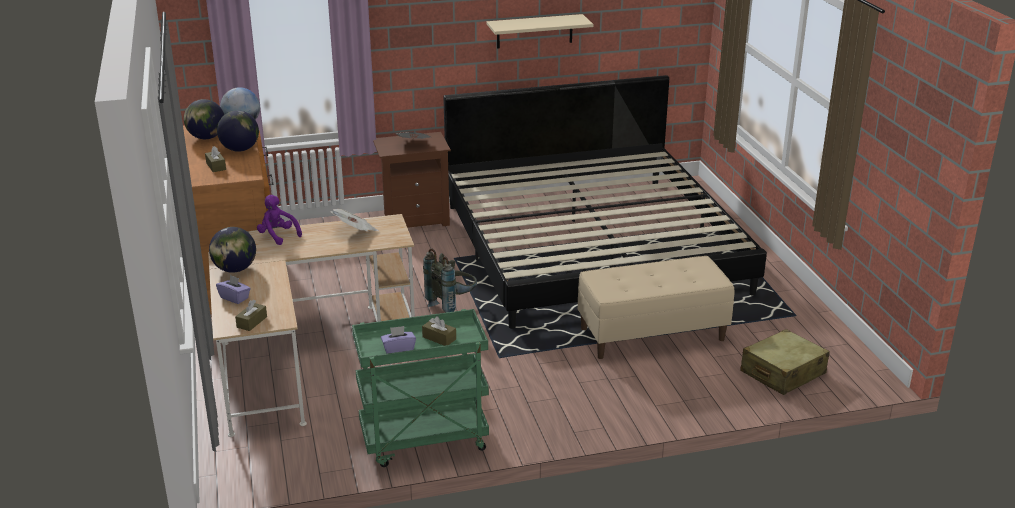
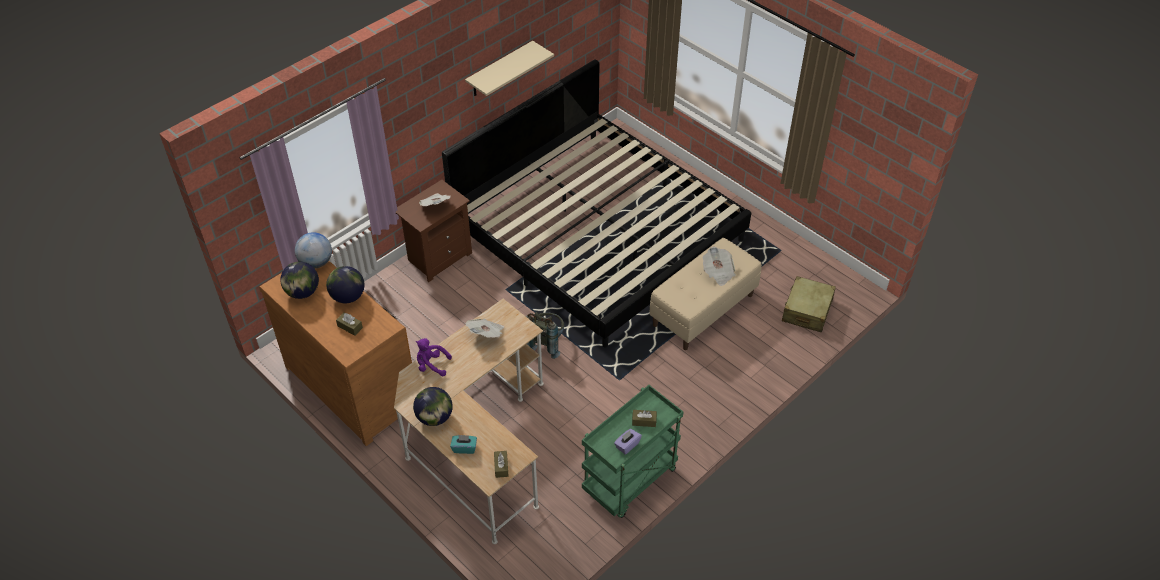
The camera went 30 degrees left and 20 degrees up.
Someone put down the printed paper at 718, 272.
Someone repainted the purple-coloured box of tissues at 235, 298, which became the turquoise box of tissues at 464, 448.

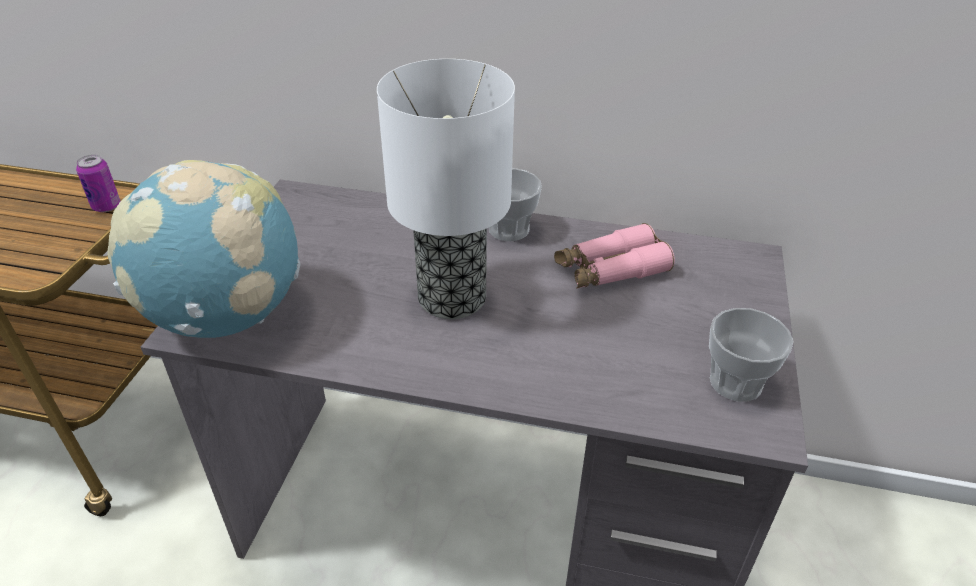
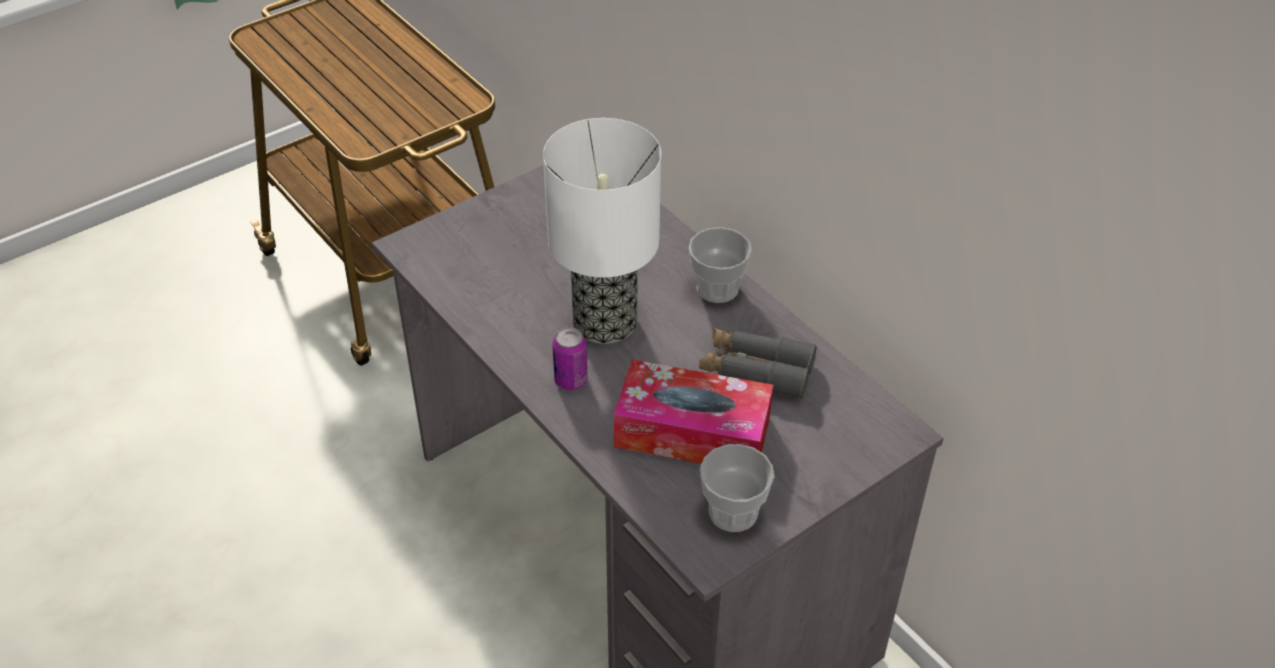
The camera went 40 degrees right and 5 degrees up.
Someone took away the world globe at 227, 316.
Someone put down the box of tissues at 692, 432.
Someone carried the sealed can from 106, 206 to 571, 381.
Someone repainted the pink-coloured binoculars at 610, 270, which became the greyish binoculars at 756, 370.

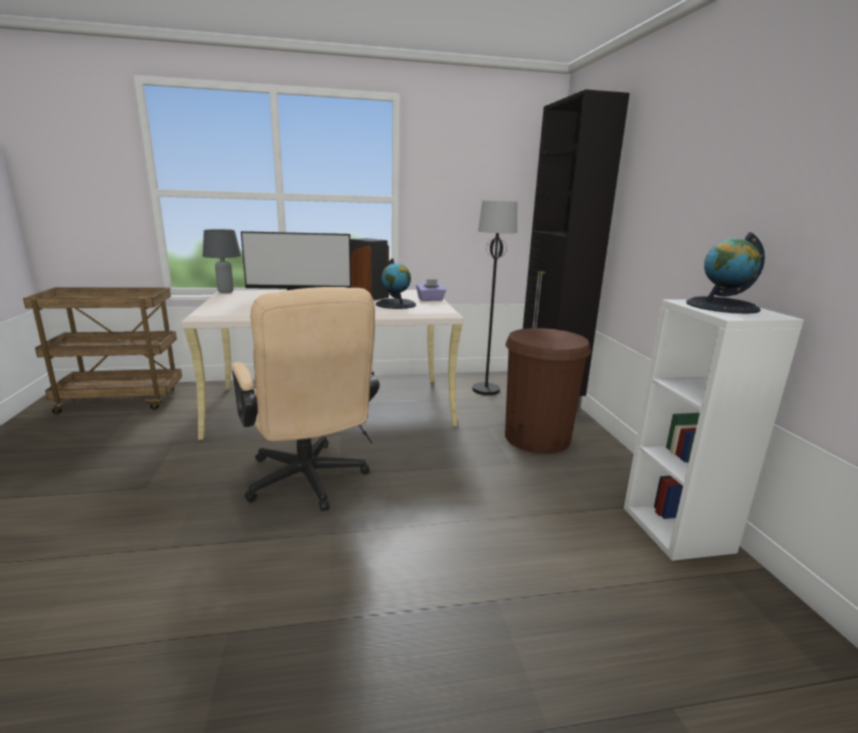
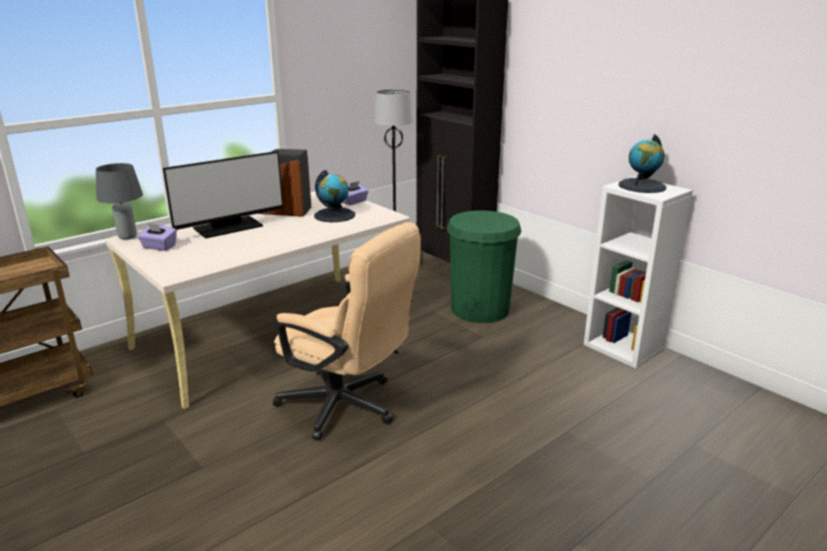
The camera went 30 degrees left and 5 degrees up.
Someone put down the purple-coloured box of tissues at 159, 247.
Someone repainted the brown-coloured waste bin at 537, 437, which became the green waste bin at 480, 309.

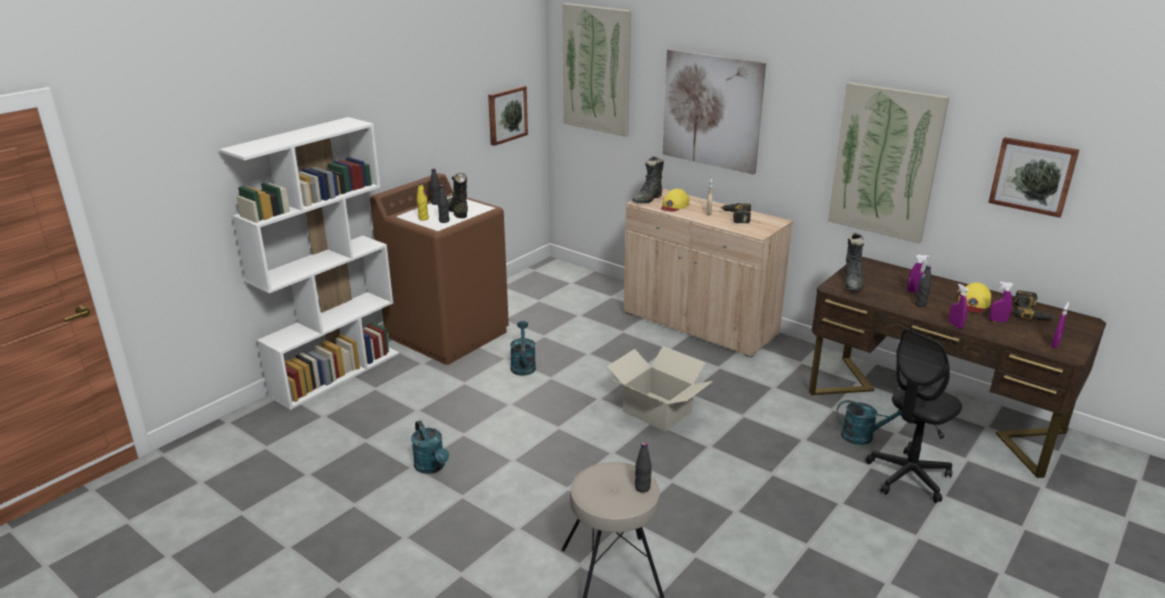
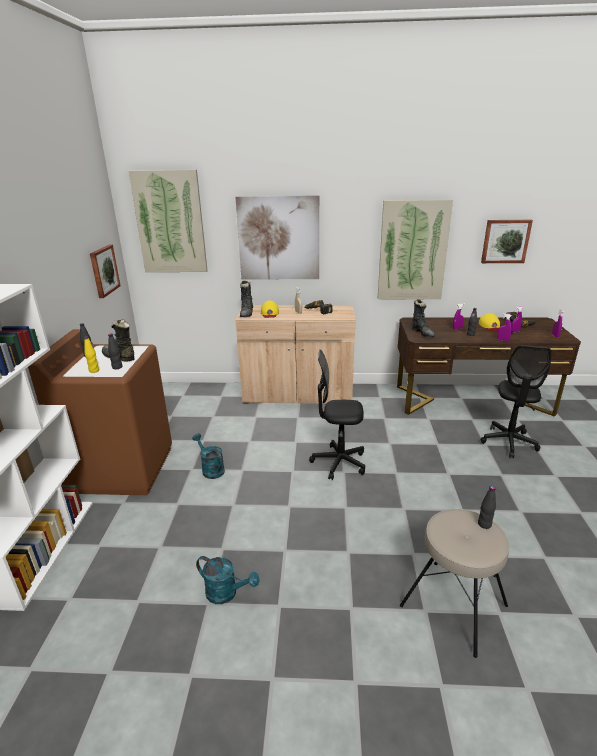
The camera went 35 degrees left and 0 degrees up.
Someone took away the turquoise watering can at 863, 436.
Someone swapped the cardboard box at 657, 411 for the black desk chair at 339, 463.

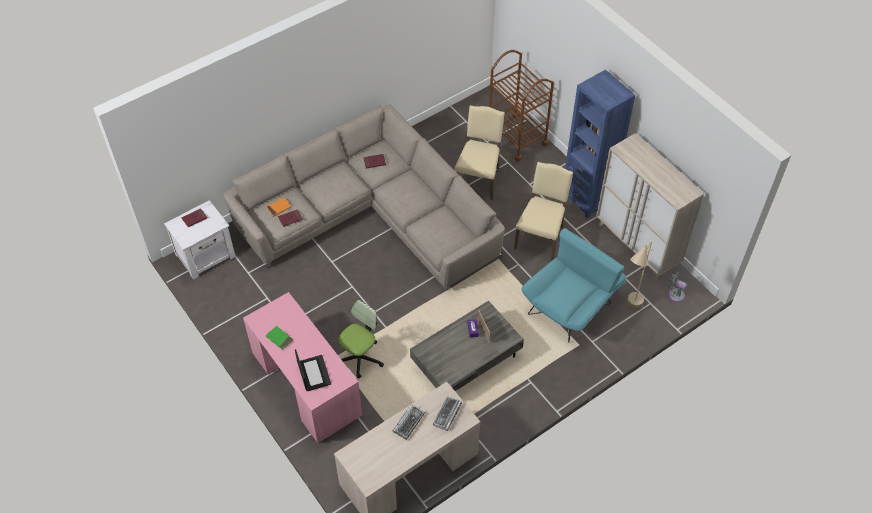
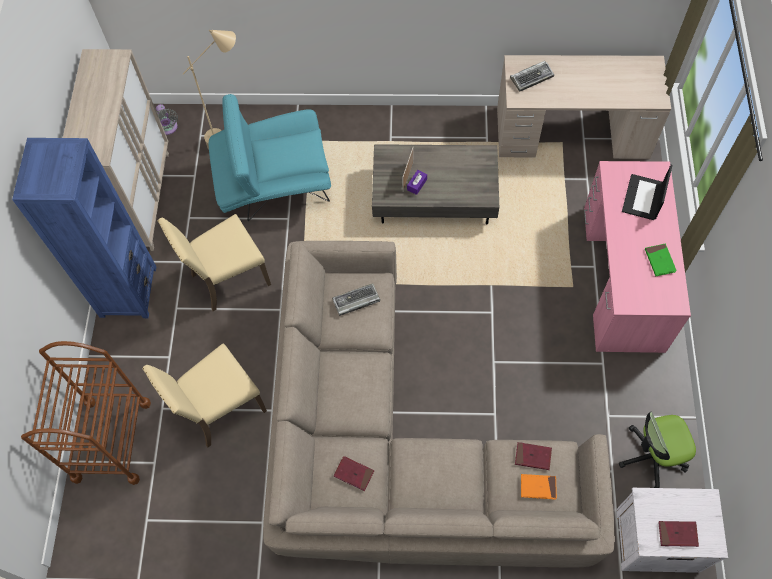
The camera went 140 degrees left and 10 degrees up.
Someone carried the desk chair from 360, 357 to 651, 457.
Someone carried the keyboard from 409, 422 to 355, 301.

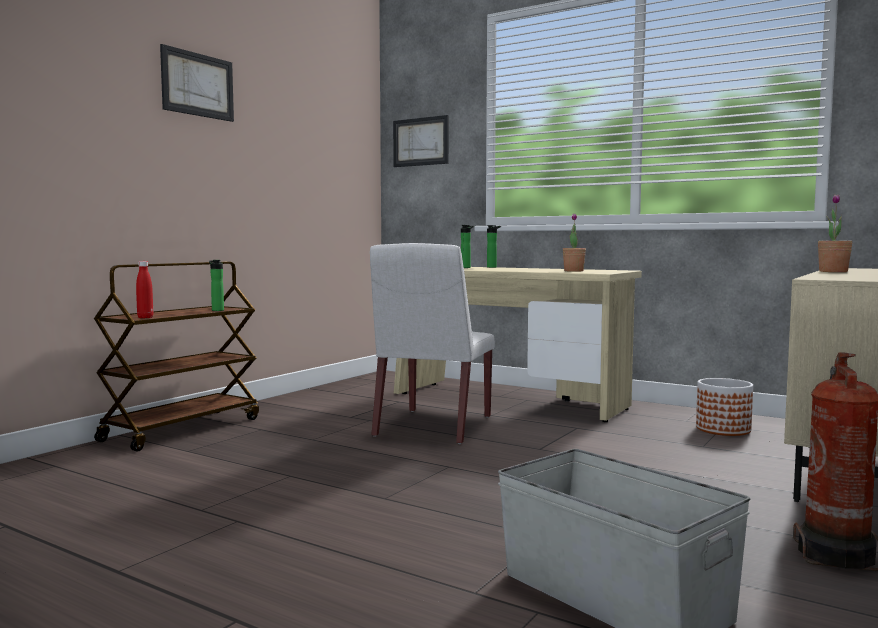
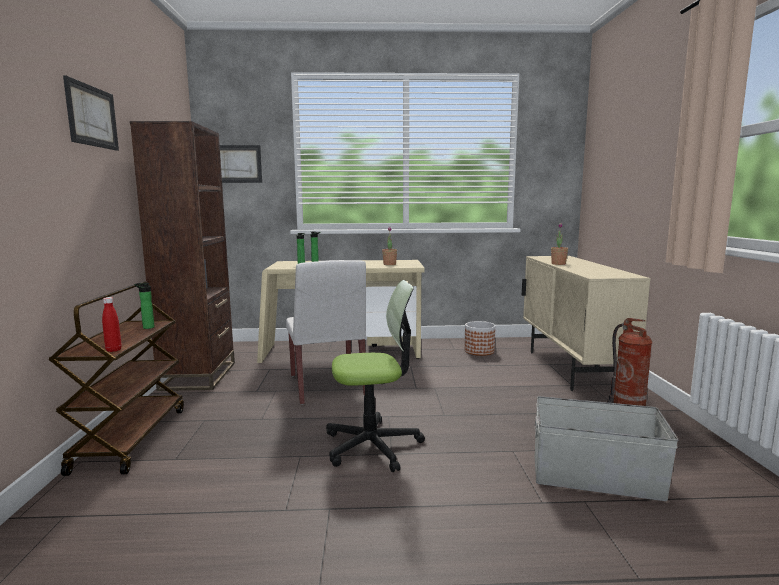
The camera went 35 degrees left and 5 degrees up.
Someone put down the brown-coloured bookshelf at 199, 376.
Someone put down the desk chair at 372, 445.

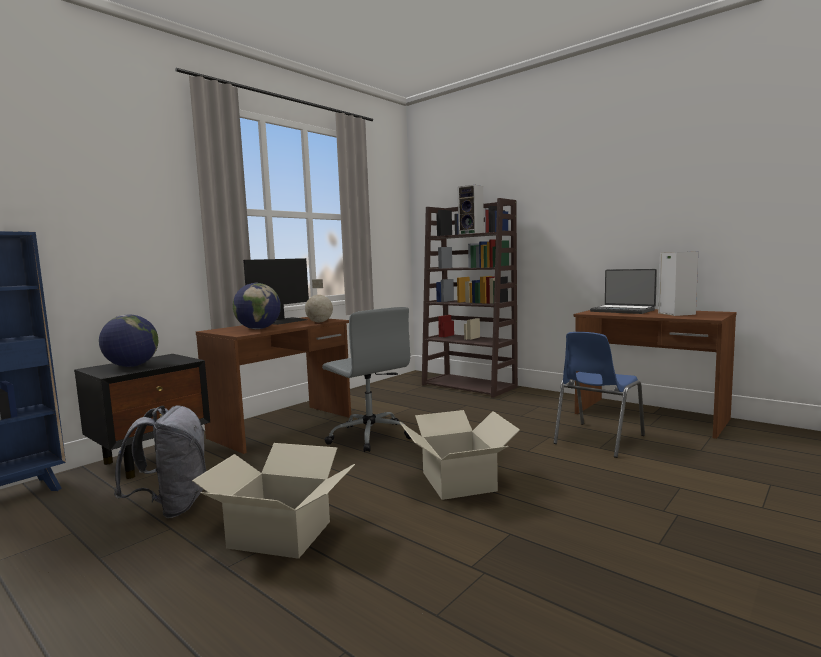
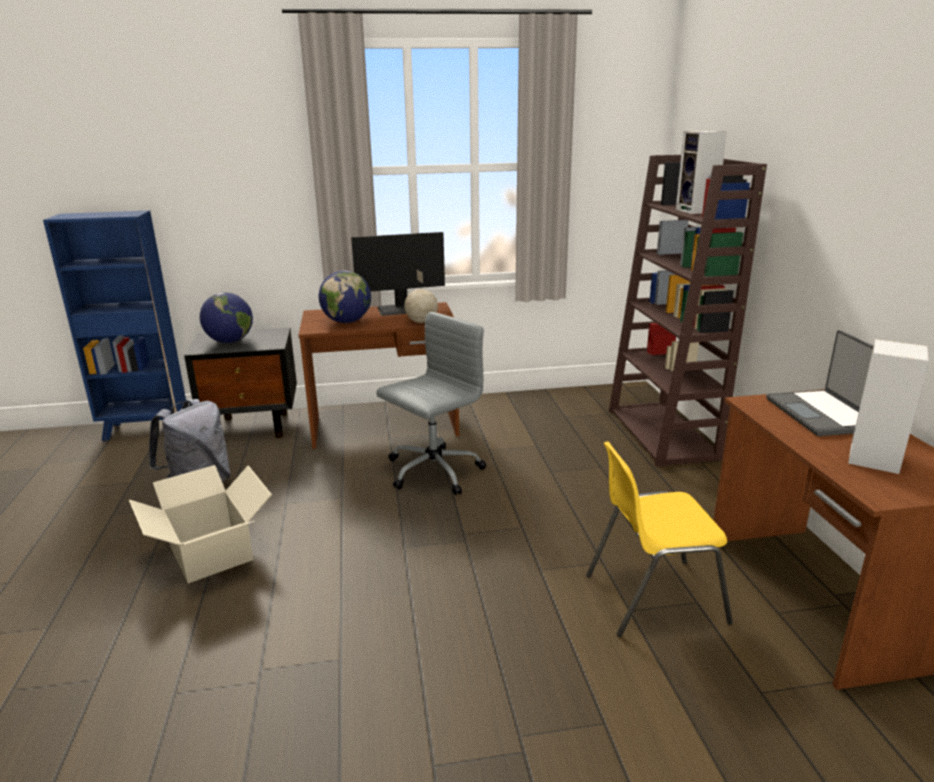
The camera went 40 degrees right and 15 degrees up.
Someone took away the cardboard box at 459, 481.
Someone repainted the blue plain chair at 597, 440, which became the yellow plain chair at 652, 597.
Someone rotated the greyish desk chair at 369, 436 by 135 degrees counterclockwise.

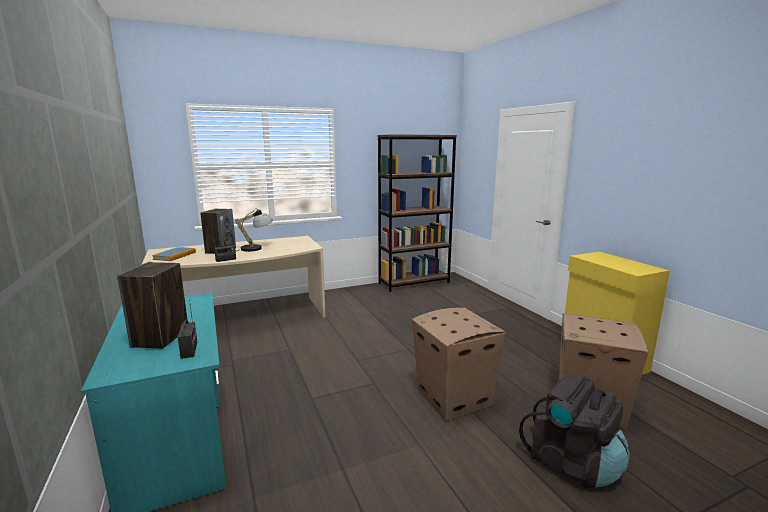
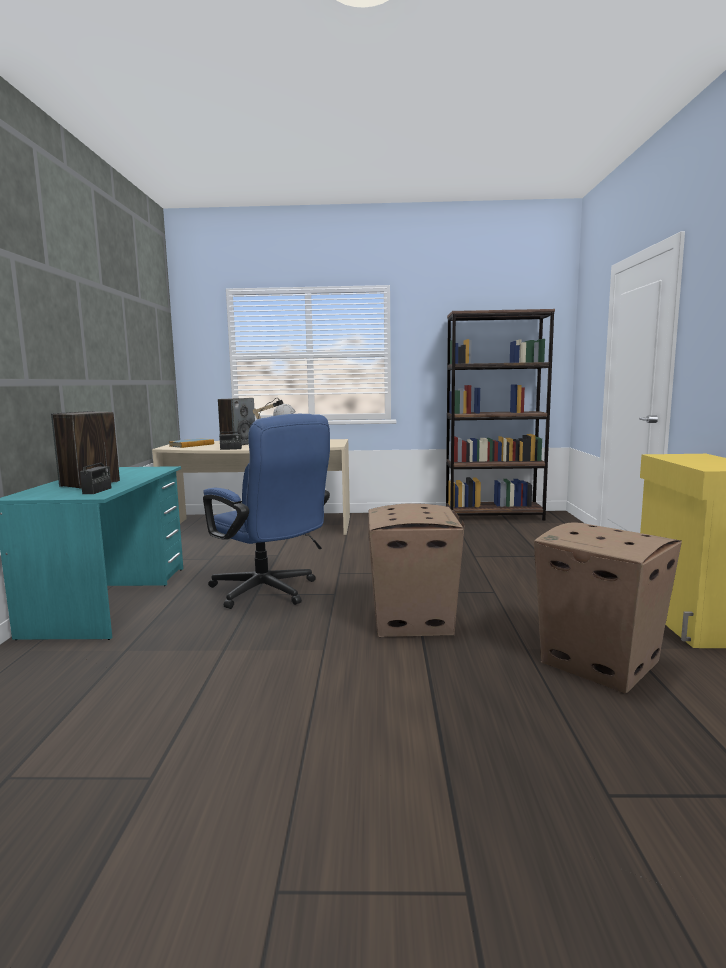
The camera went 25 degrees right and 5 degrees down.
Someone took away the black backpack at 572, 463.
Someone put down the blue desk chair at 269, 592.

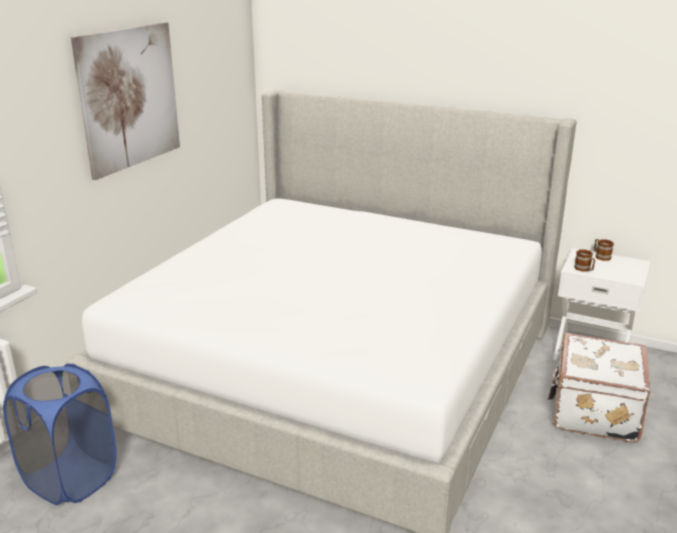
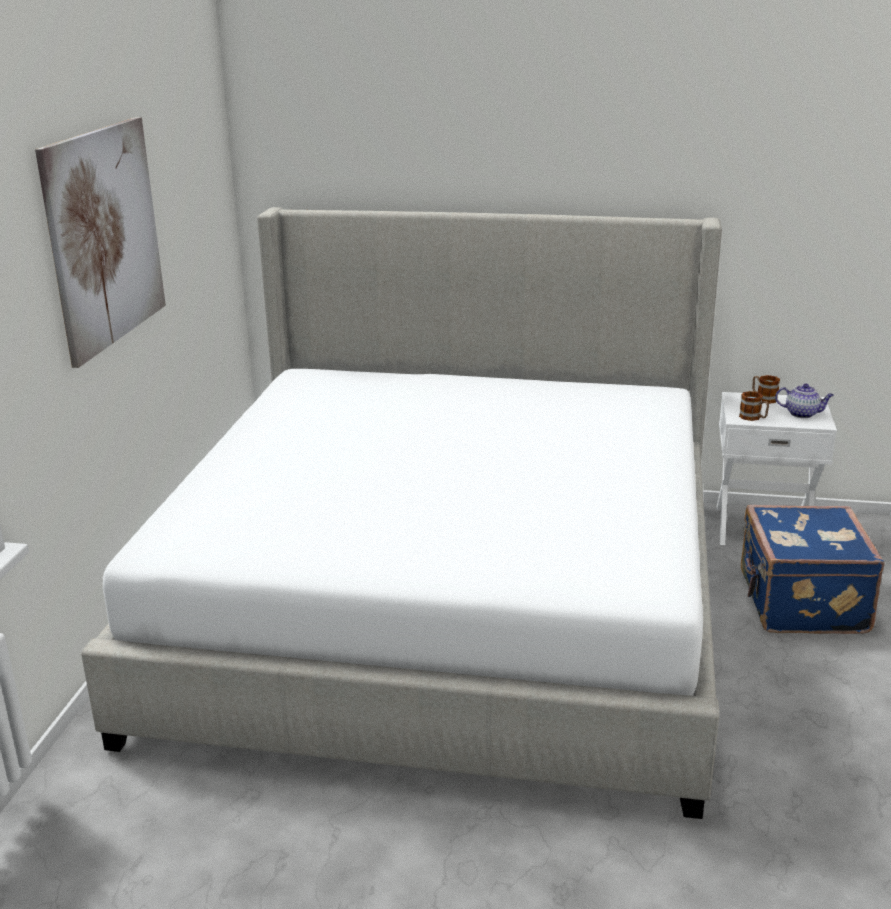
The camera went 15 degrees left and 0 degrees up.
Someone took away the blue hamper at 70, 479.
Someone put down the tea pot at 802, 414.
Someone repainted the white-coloured suitcase at 593, 411, which became the blue suitcase at 800, 603.

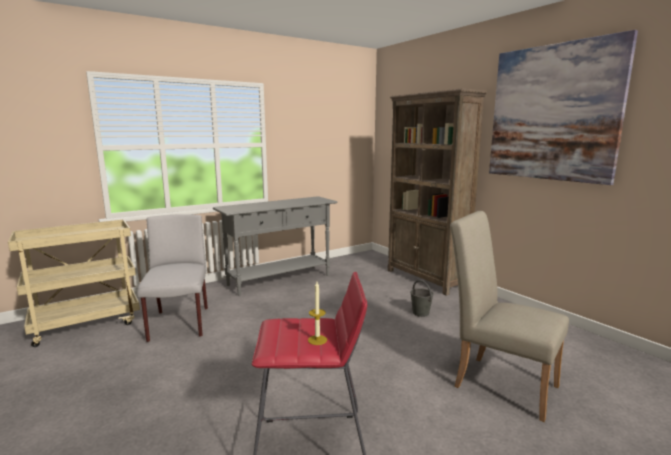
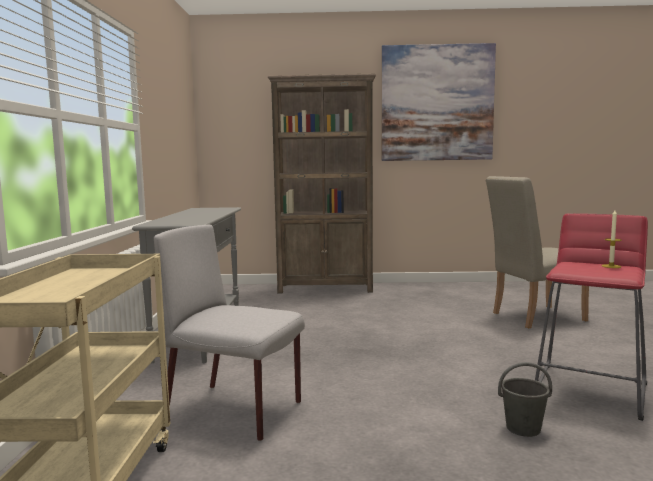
The camera went 55 degrees left and 5 degrees down.
Someone carried the greyish bucket from 421, 313 to 524, 428.

